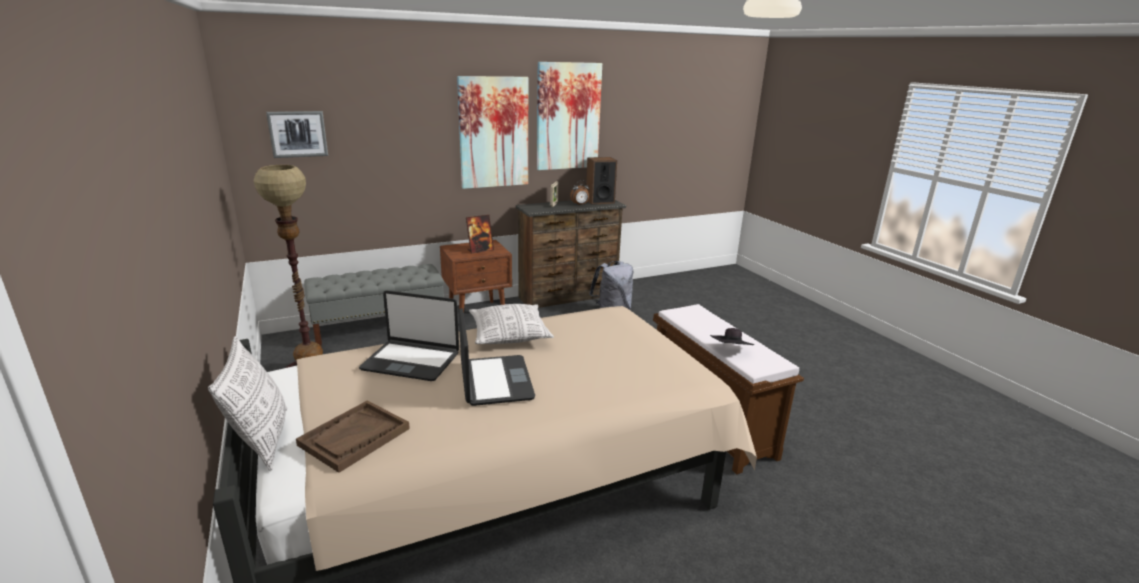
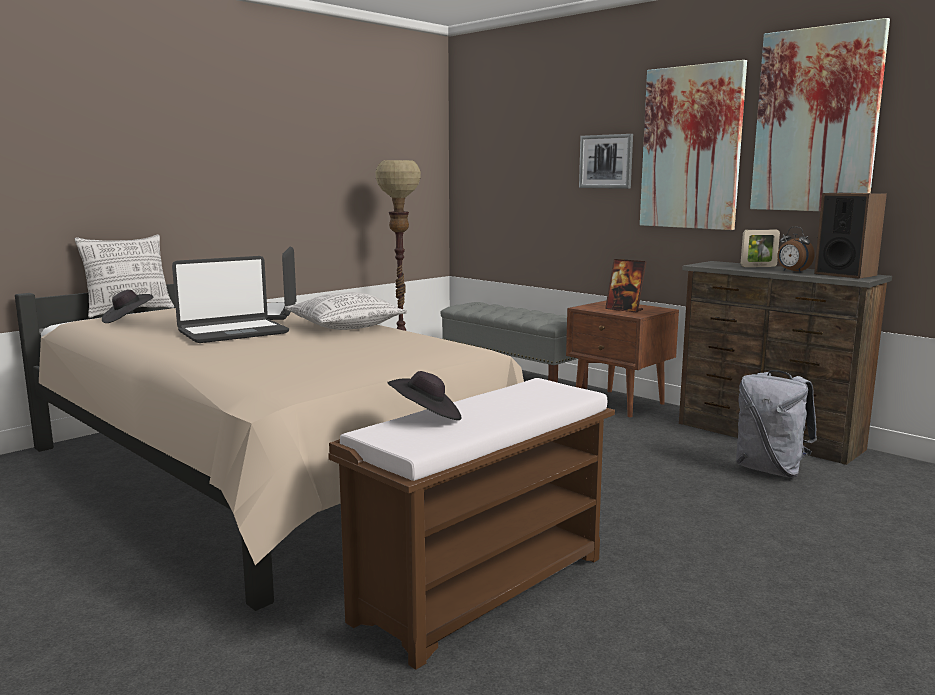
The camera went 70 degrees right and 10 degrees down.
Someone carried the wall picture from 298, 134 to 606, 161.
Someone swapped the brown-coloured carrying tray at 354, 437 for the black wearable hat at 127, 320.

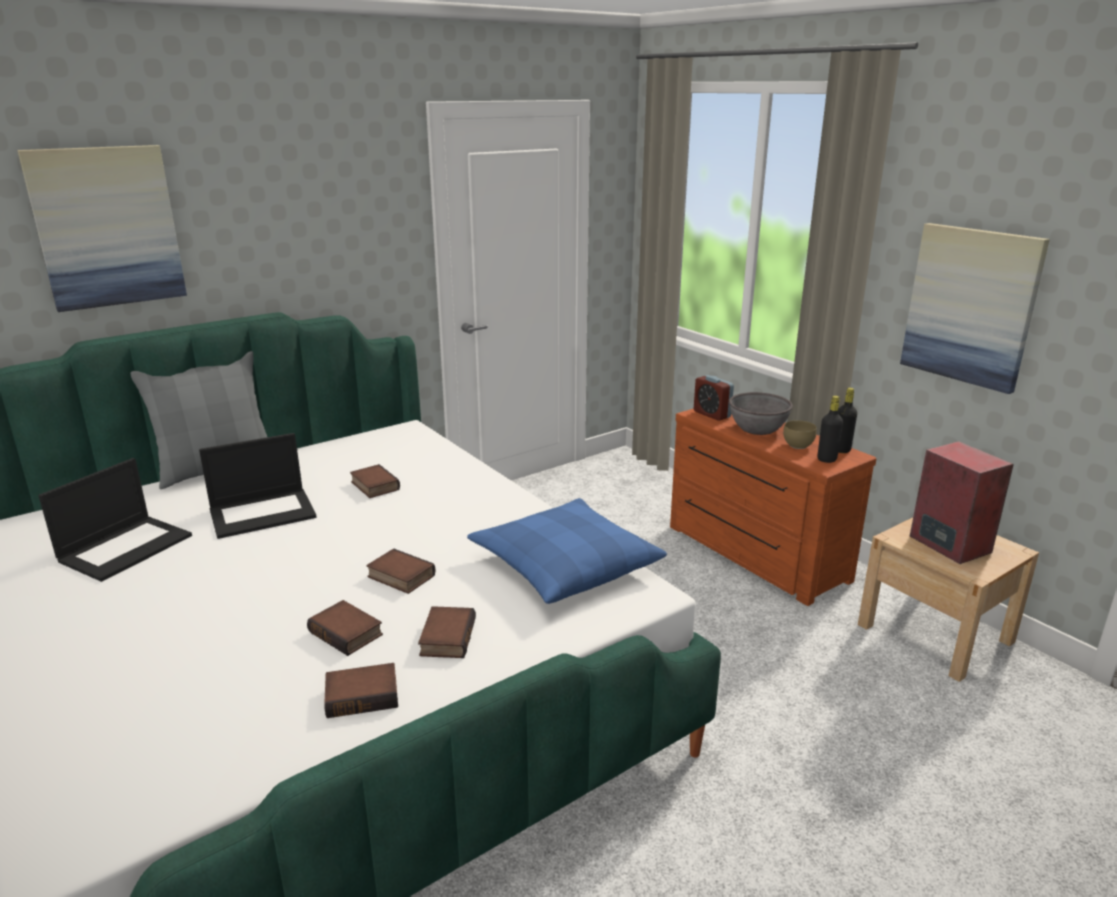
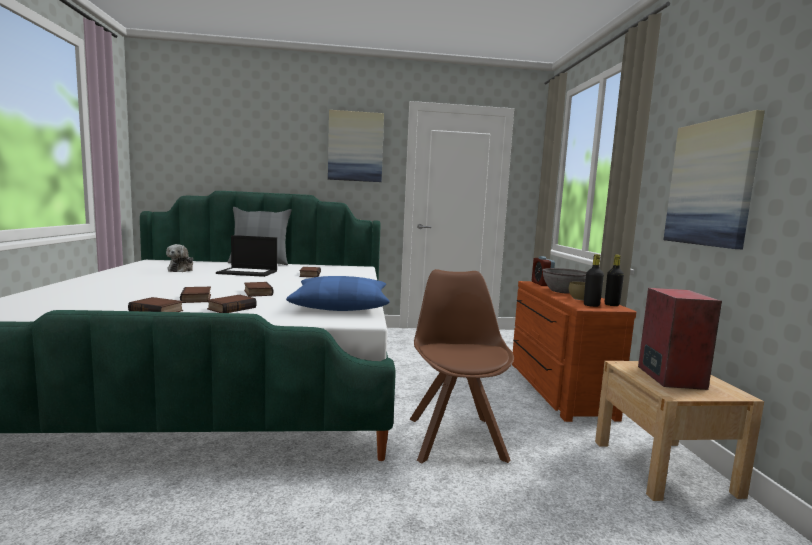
The camera went 30 degrees right and 15 degrees down.
Someone put down the brown-coloured plain chair at 455, 437.
Someone carried the wall picture from 107, 227 to 355, 147.
Someone swapped the portable computer at 126, 547 for the soft toy at 181, 270.

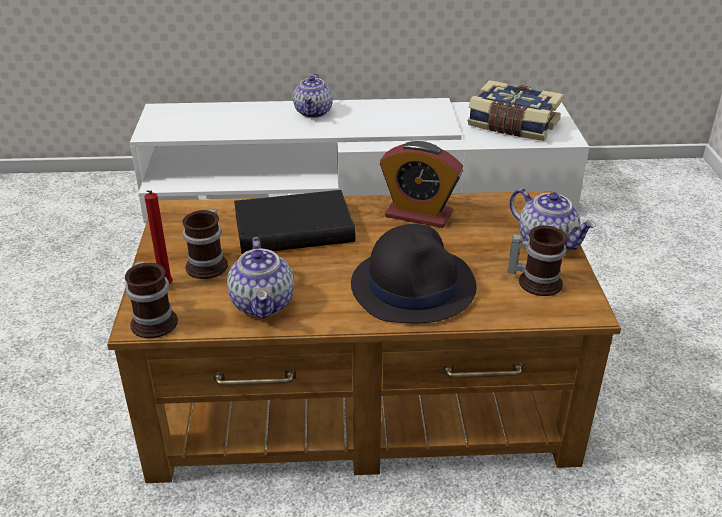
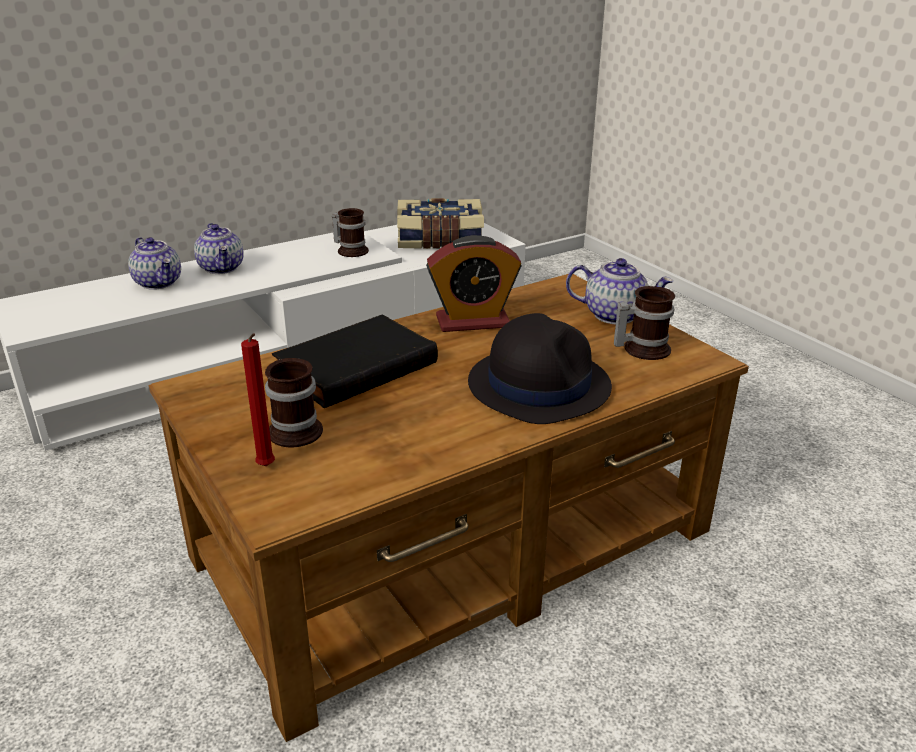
The camera went 30 degrees left and 5 degrees down.
Someone carried the coffee mug from 155, 320 to 351, 250.
Someone carried the tea pot from 263, 304 to 159, 283.

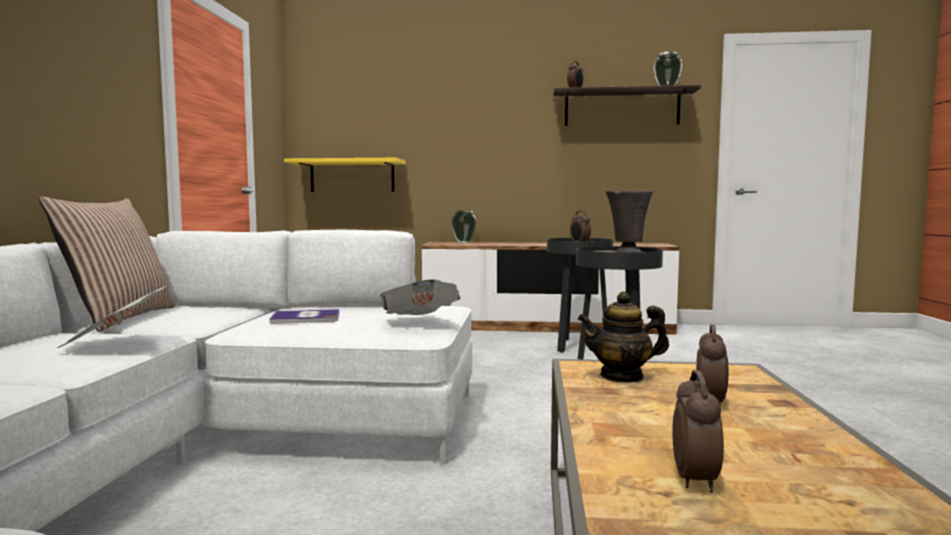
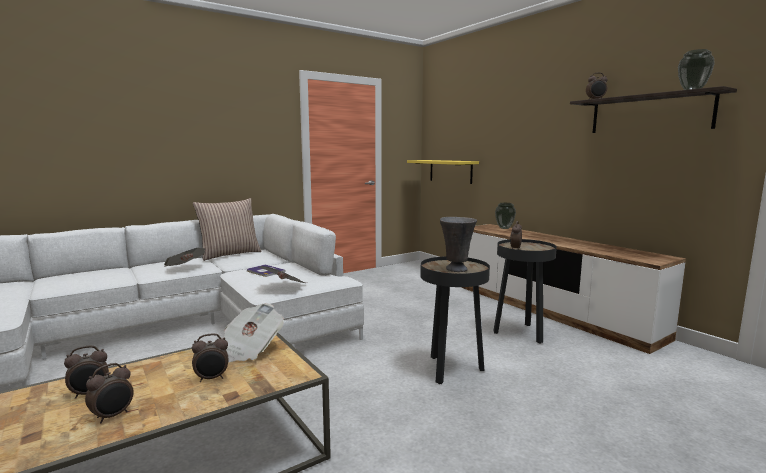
The camera went 50 degrees right and 5 degrees up.
Someone put down the alarm clock at 113, 416.
Someone swapped the tea pot at 622, 376 for the printed paper at 249, 349.

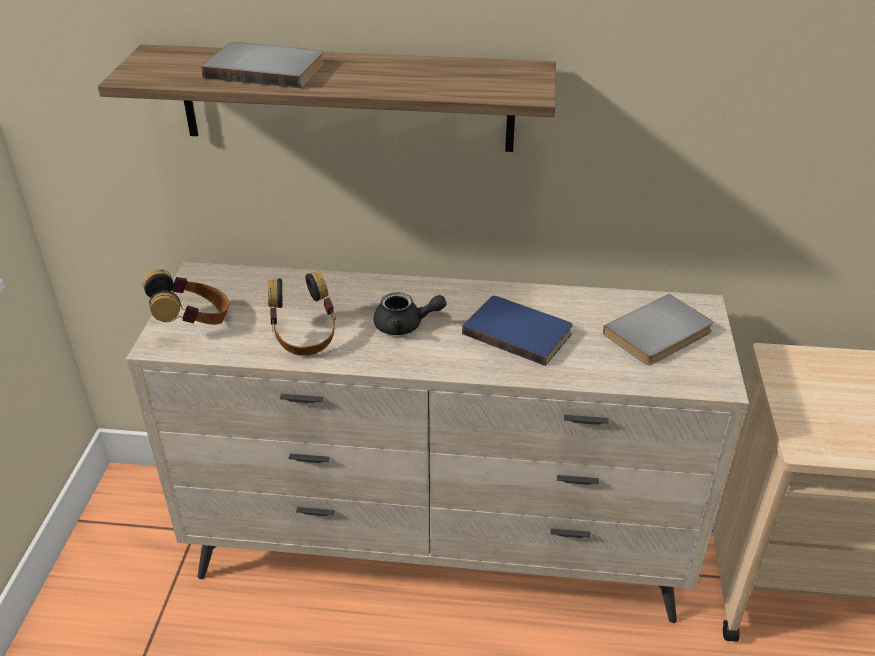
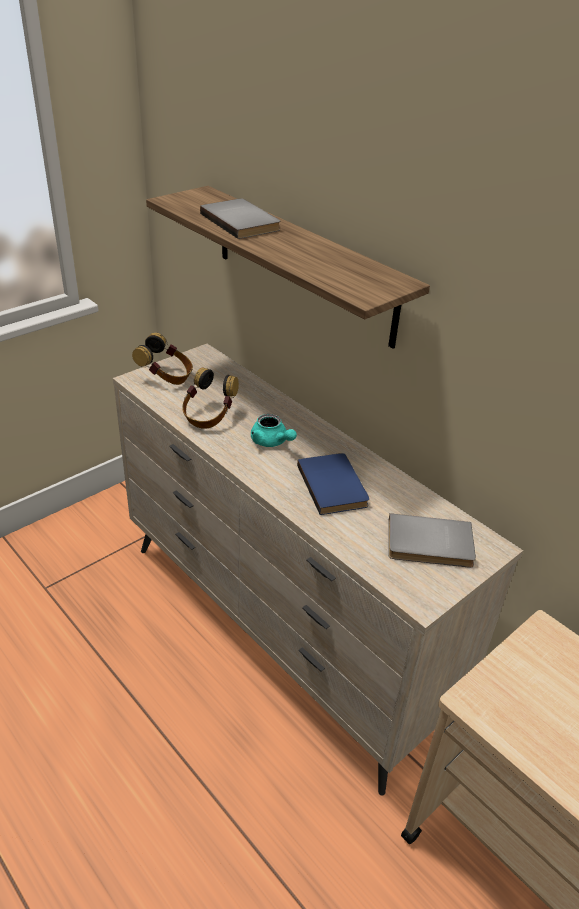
The camera went 40 degrees right and 0 degrees up.
Someone repainted the black tea pot at 405, 326, which became the turquoise tea pot at 271, 442.

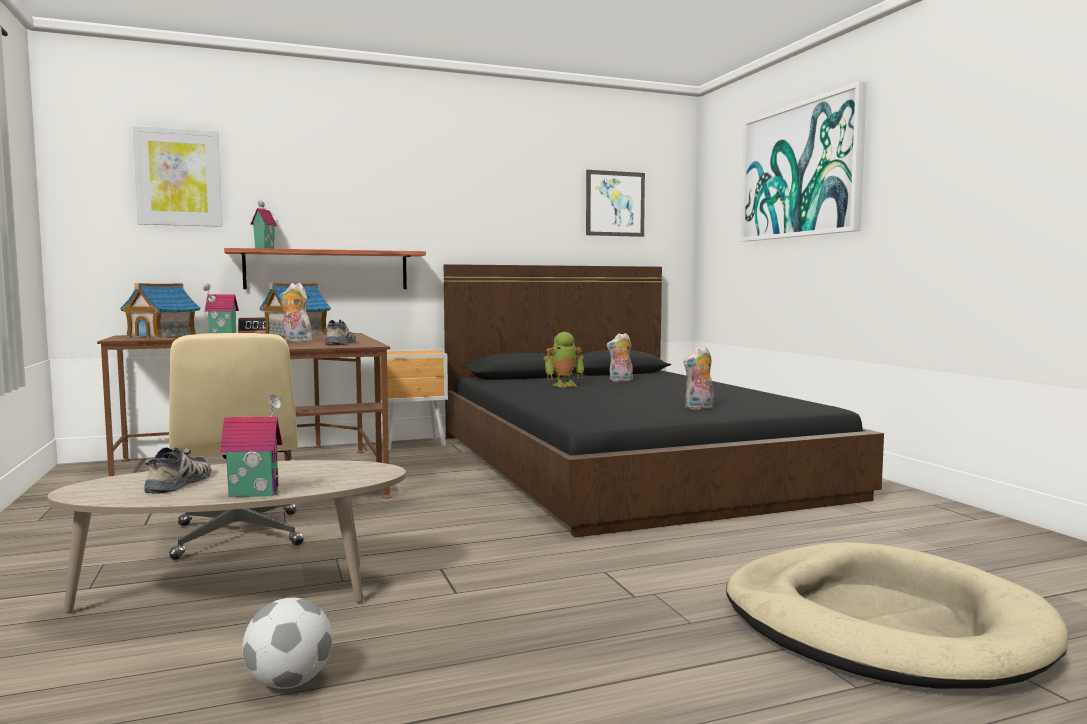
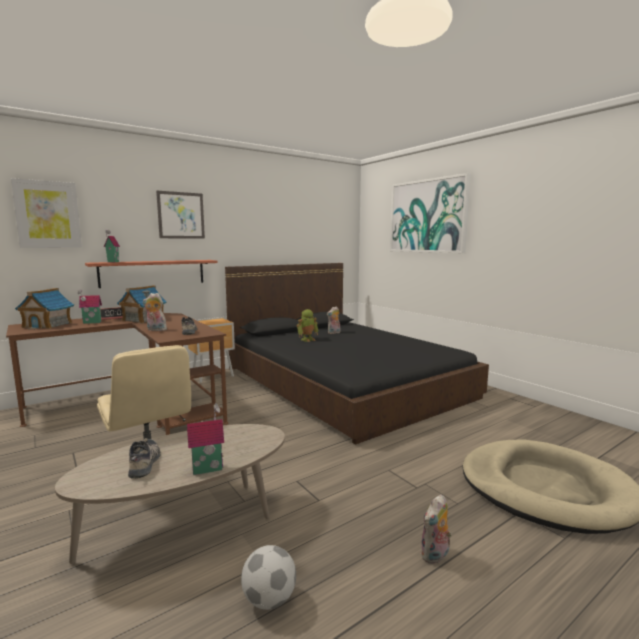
The camera went 15 degrees left and 5 degrees up.
Someone carried the wall picture from 615, 203 to 181, 215.
Someone carried the soft toy from 699, 408 to 435, 556.

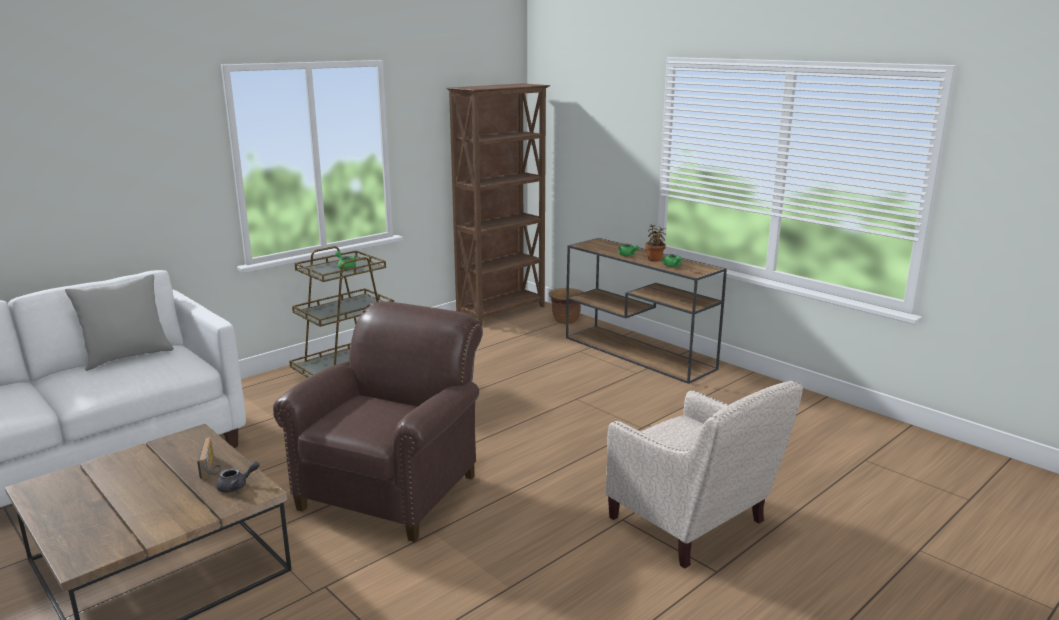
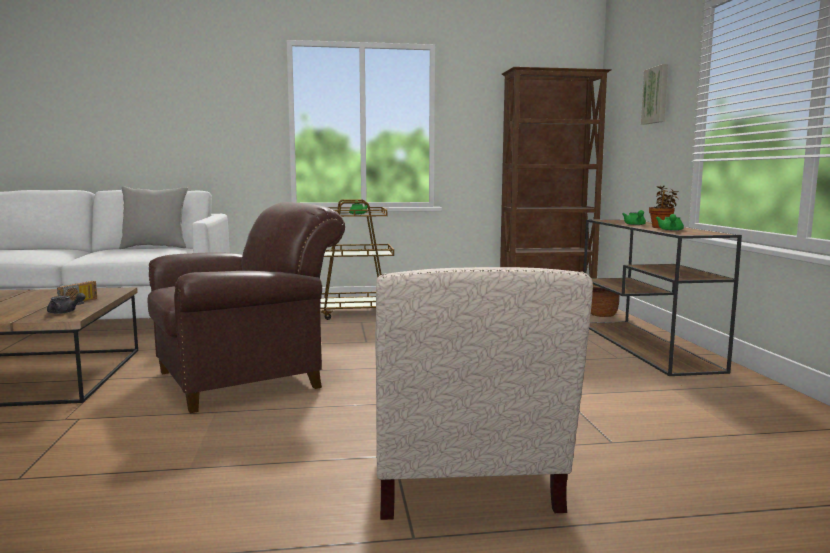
The camera went 35 degrees right and 10 degrees down.
Someone put up the wall picture at 656, 95.

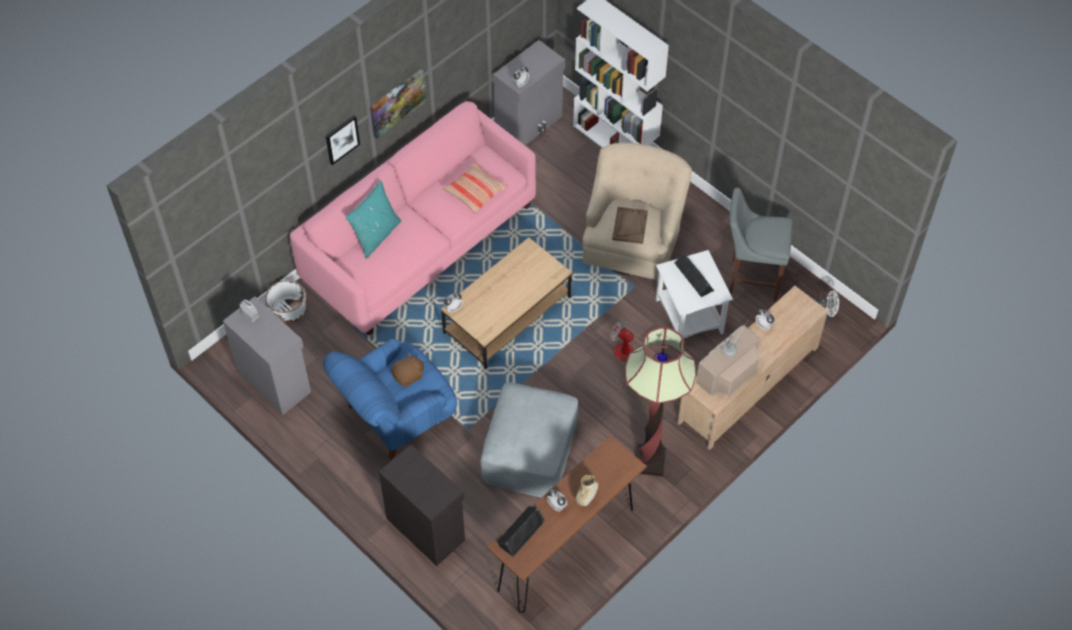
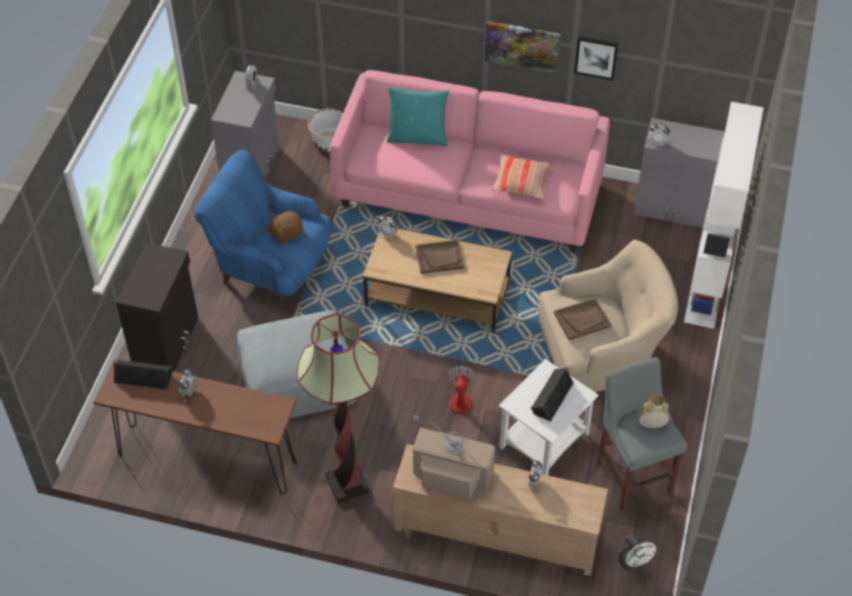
The camera went 60 degrees right and 5 degrees down.
Someone put down the brown-coloured carrying tray at 439, 258.
Someone carried the wall picture from 342, 139 to 596, 57.
Someone carried the sand-coloured vase from 586, 498 to 651, 424.
Someone rotated the brown-coloured soft toy at 409, 376 by 135 degrees clockwise.

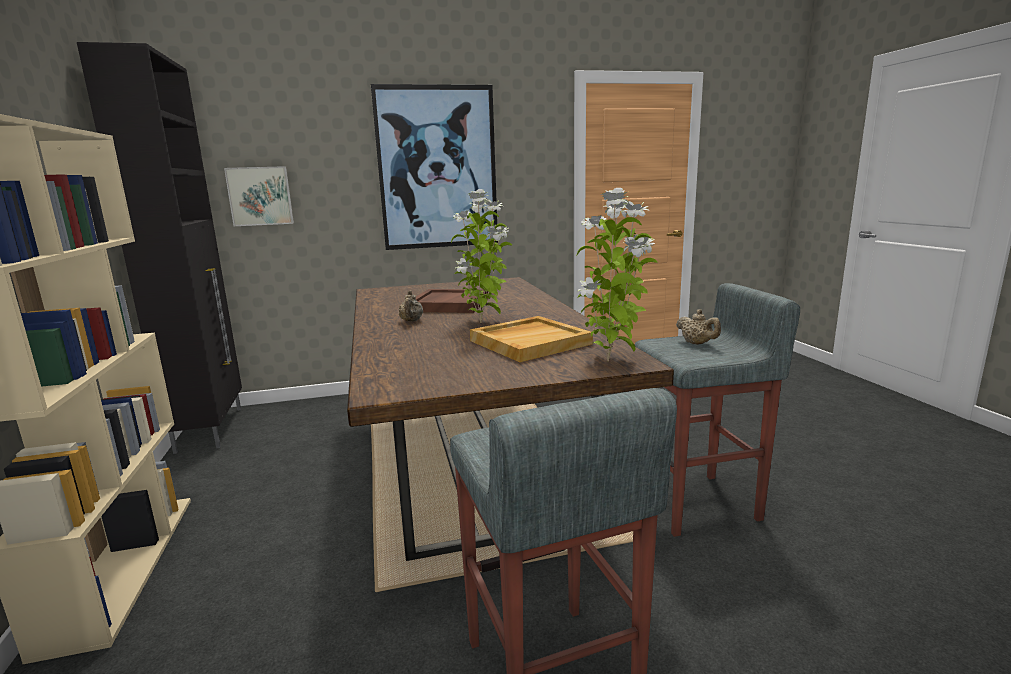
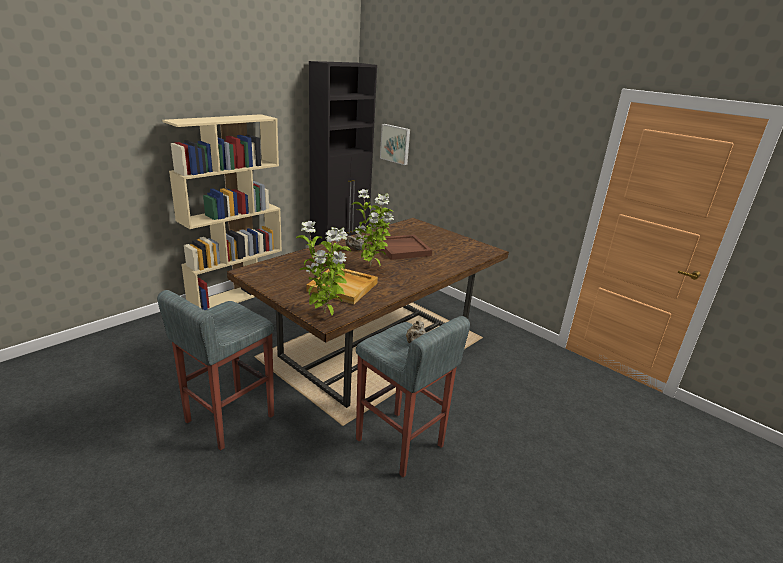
The camera went 55 degrees right and 10 degrees up.
Someone took away the wall picture at 437, 168.

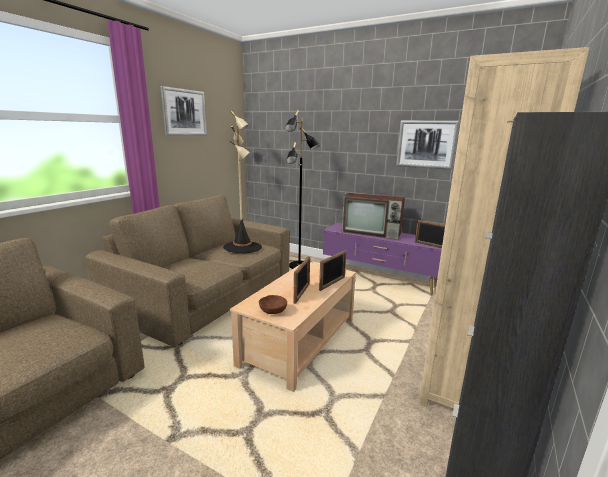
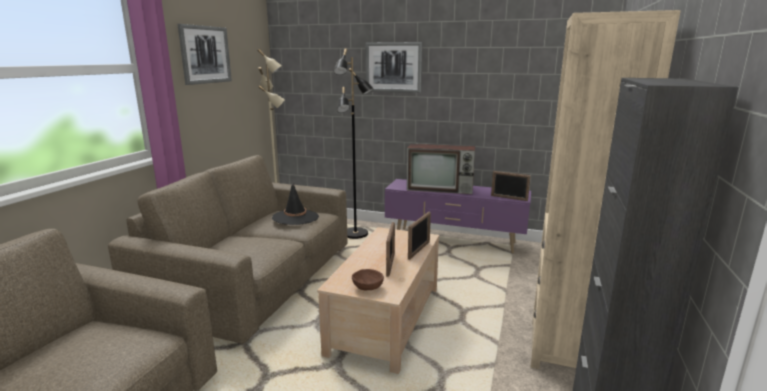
The camera went 10 degrees left and 0 degrees up.
Someone carried the wall picture from 426, 144 to 393, 67.

